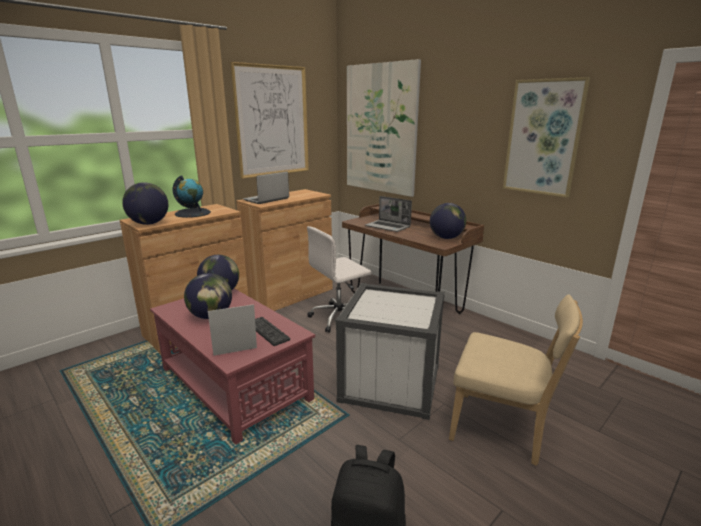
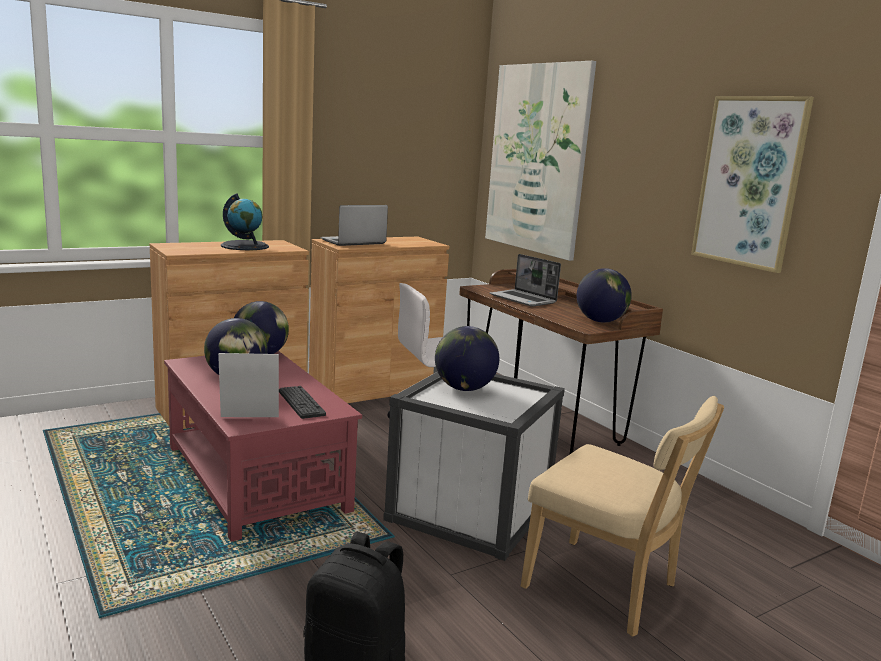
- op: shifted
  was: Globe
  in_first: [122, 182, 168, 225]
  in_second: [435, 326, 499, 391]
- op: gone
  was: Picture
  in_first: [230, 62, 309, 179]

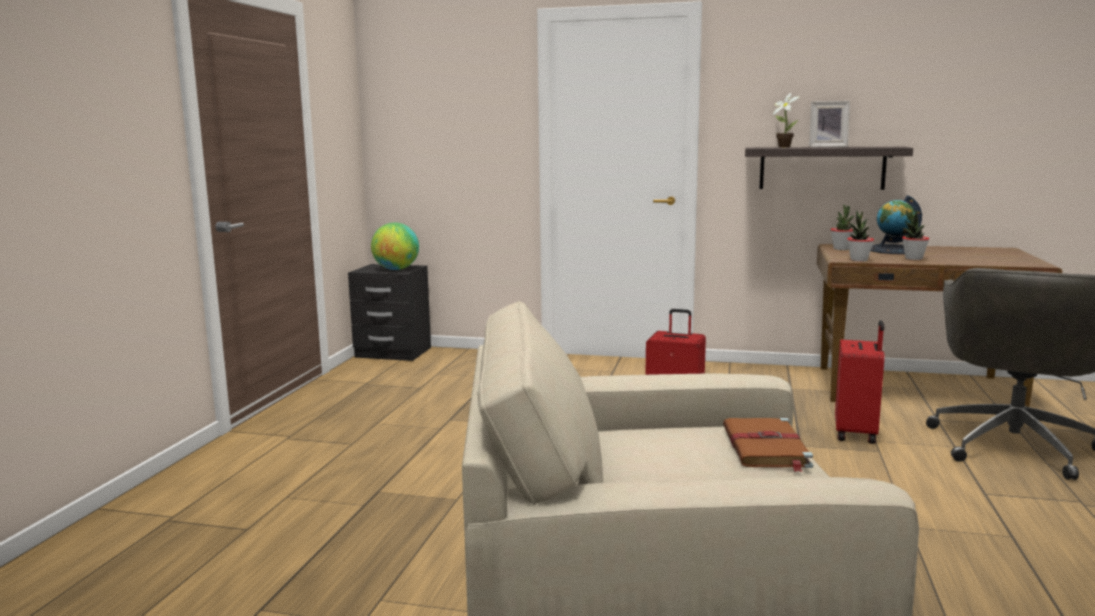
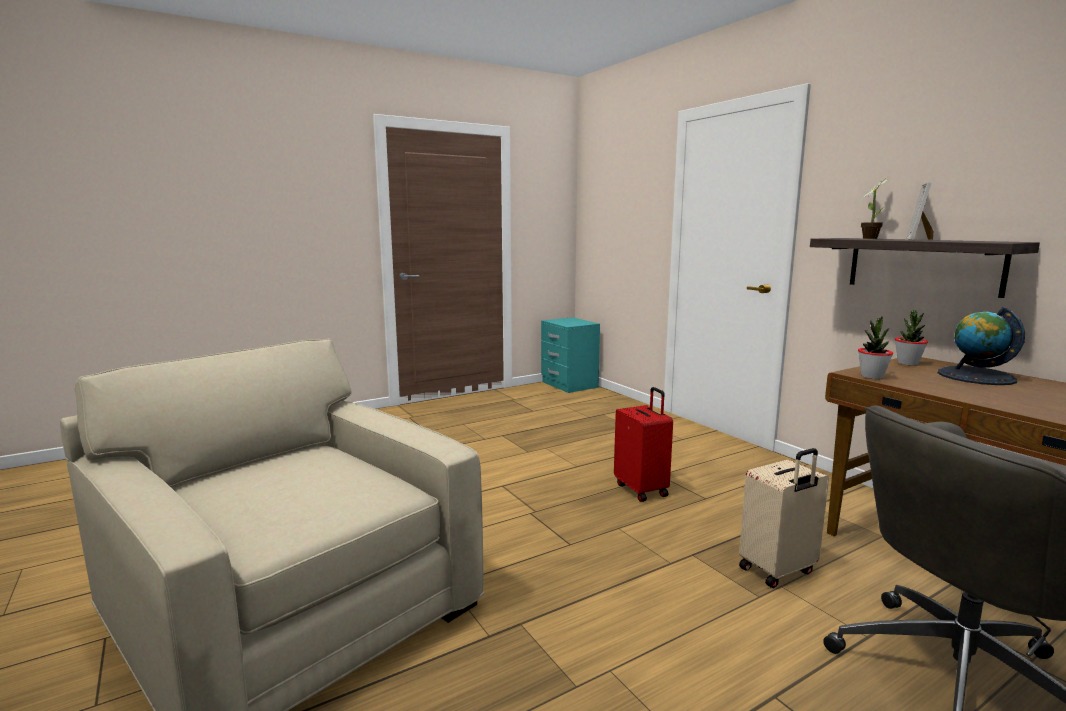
- op: repainted
  was: BlackNightstand
  now: TurquoiseNightstand
  in_first: [348, 264, 431, 361]
  in_second: [541, 317, 600, 393]
- op: gone
  was: Globe
  in_first: [371, 223, 419, 270]
- op: gone
  was: BrownBook
  in_first: [723, 418, 813, 472]
- op: rotated
  was: PictureFrame
  in_first: [809, 101, 850, 147]
  in_second: [906, 182, 934, 240]
  clockwise: 60
- op: repainted
  was: RedSuitcase
  now: BeigeSuitcase
  in_first: [835, 320, 885, 444]
  in_second: [739, 448, 829, 588]
- op: gone
  was: PottedPlant
  in_first: [902, 210, 929, 260]

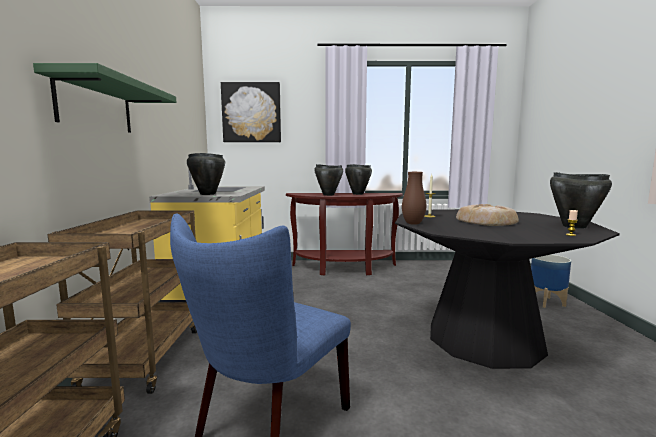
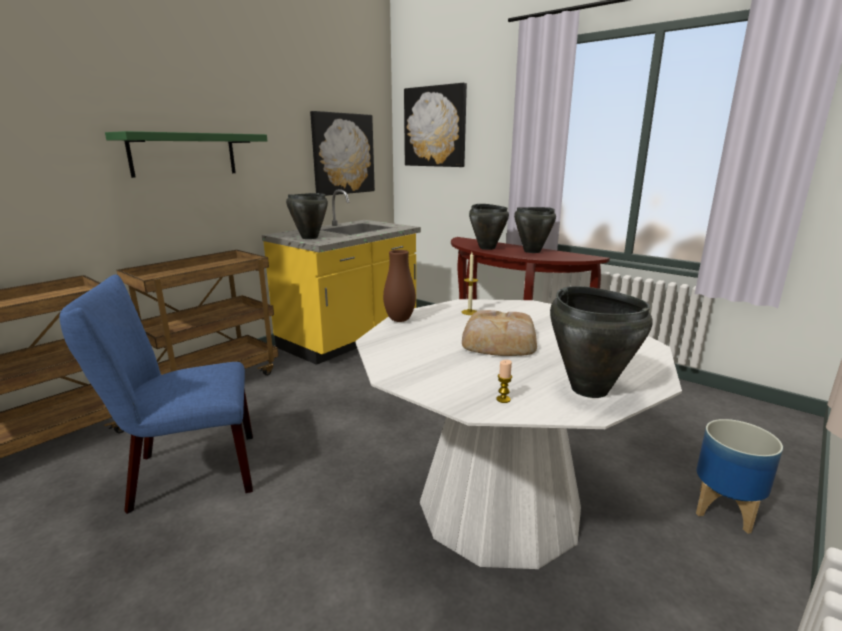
- op: repainted
  was: BlackDiningTable
  now: WhiteDiningTable
  in_first: [395, 209, 620, 369]
  in_second: [355, 299, 682, 569]
- op: new
  now: Picture
  in_second: [310, 111, 375, 196]

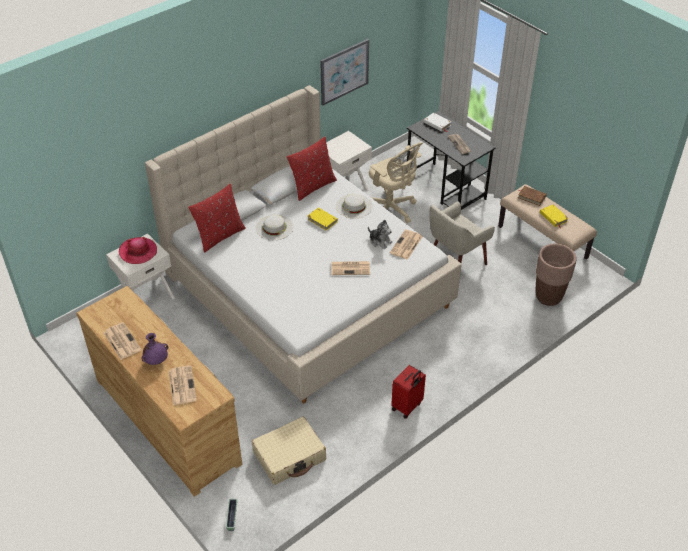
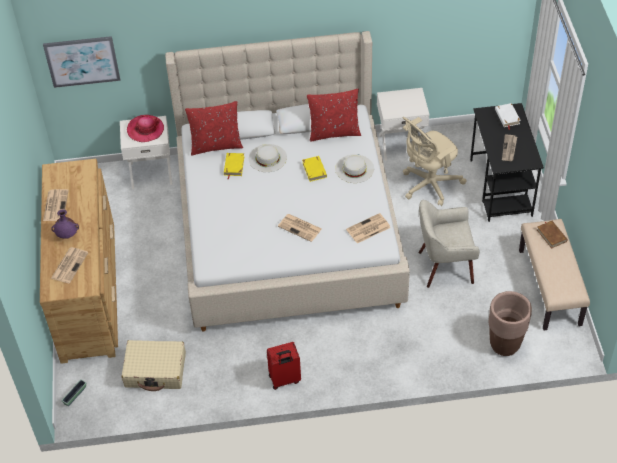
- op: shifted
  was: Picture
  in_first: [320, 39, 369, 106]
  in_second: [43, 36, 120, 88]
- op: gone
  was: PlushToy
  in_first: [368, 219, 392, 249]
- op: rotated
  was: BeigeOfficeChair
  in_first: [369, 142, 423, 223]
  in_second: [402, 117, 467, 206]
  clockwise: 60
- op: shifted
  was: YellowBook
  in_first: [540, 204, 569, 229]
  in_second: [224, 153, 244, 179]

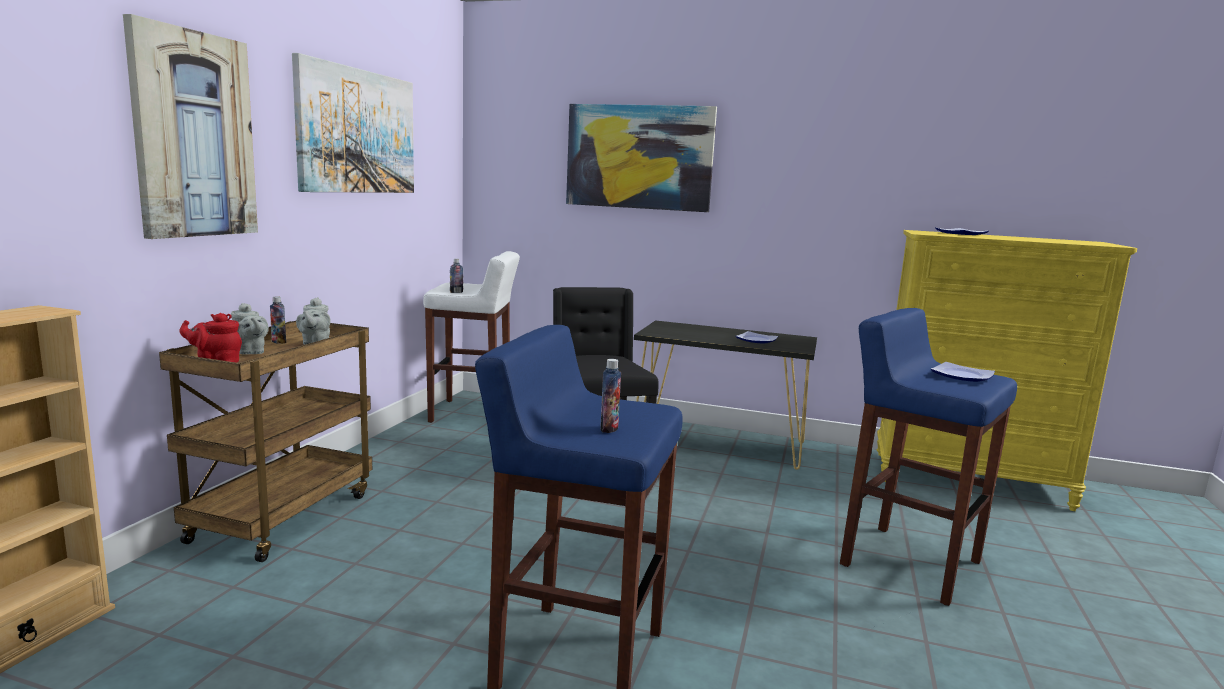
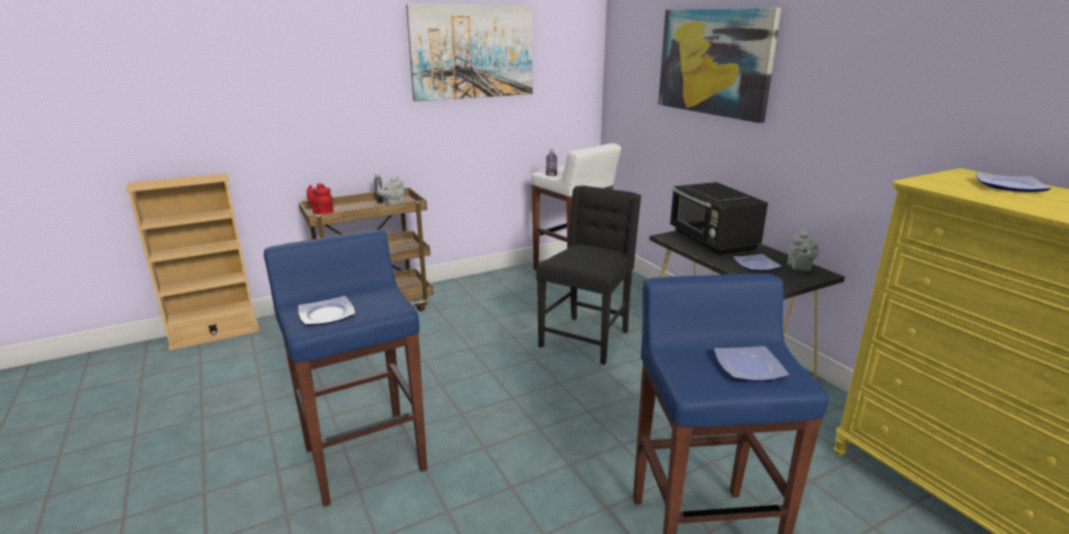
- op: gone
  was: Picture
  in_first: [123, 14, 258, 239]
- op: shifted
  was: GreyTeapot
  in_first: [231, 303, 269, 355]
  in_second: [787, 230, 819, 272]
- op: swapped
  was: Bottle
  now: Plate
  in_first: [600, 359, 621, 433]
  in_second: [298, 296, 355, 326]
- op: new
  now: BlackMicrowave
  in_second: [670, 182, 768, 255]

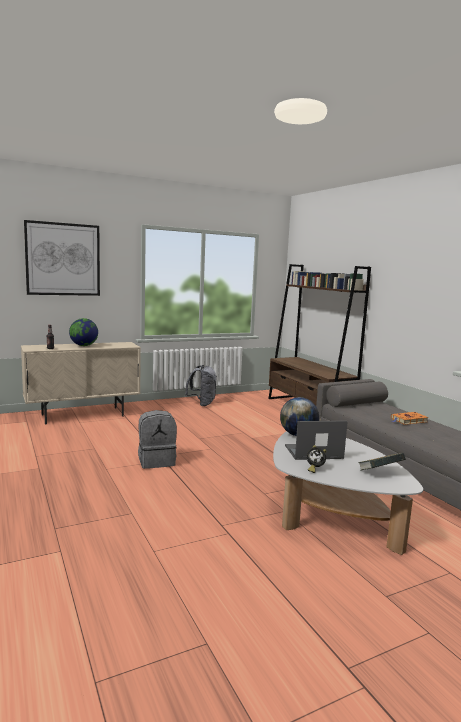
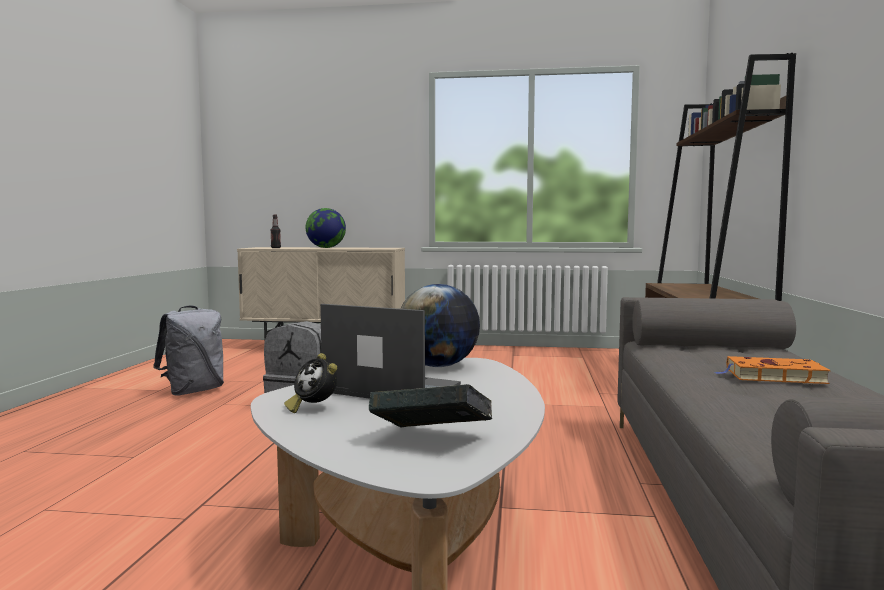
- op: gone
  was: Picture
  in_first: [24, 220, 100, 296]
- op: shifted
  was: GreyBackpack
  in_first: [185, 365, 217, 406]
  in_second: [153, 306, 224, 396]

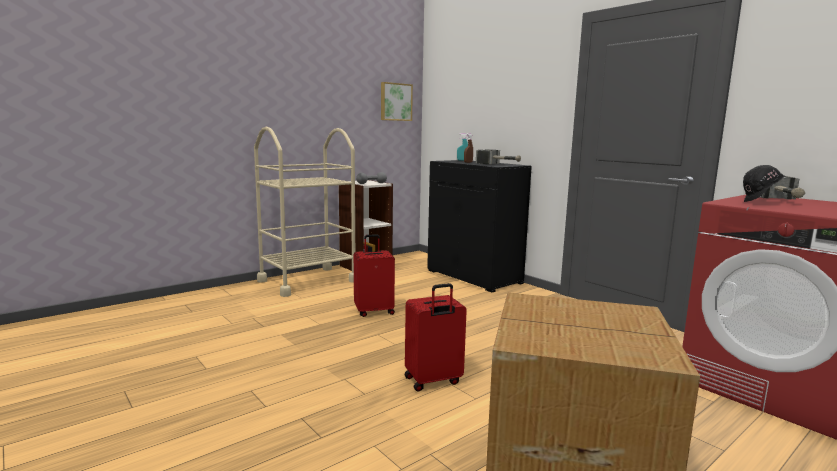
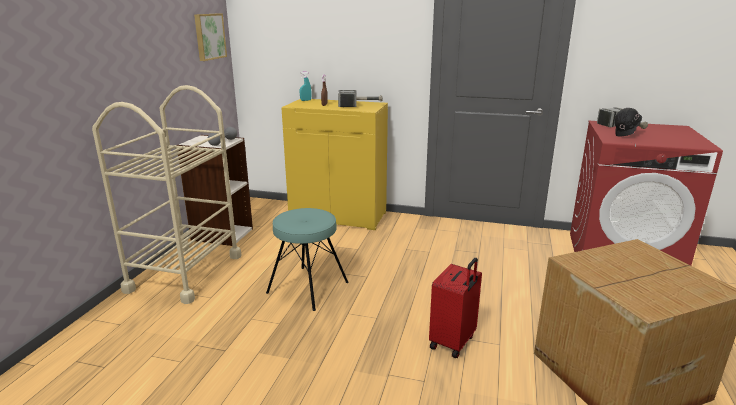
- op: swapped
  was: RedSuitcase
  now: TurquoiseStool
  in_first: [354, 234, 395, 317]
  in_second: [266, 208, 349, 311]
- op: repainted
  was: BlackCabinet
  now: YellowCabinet
  in_first: [427, 160, 532, 292]
  in_second: [282, 99, 388, 230]

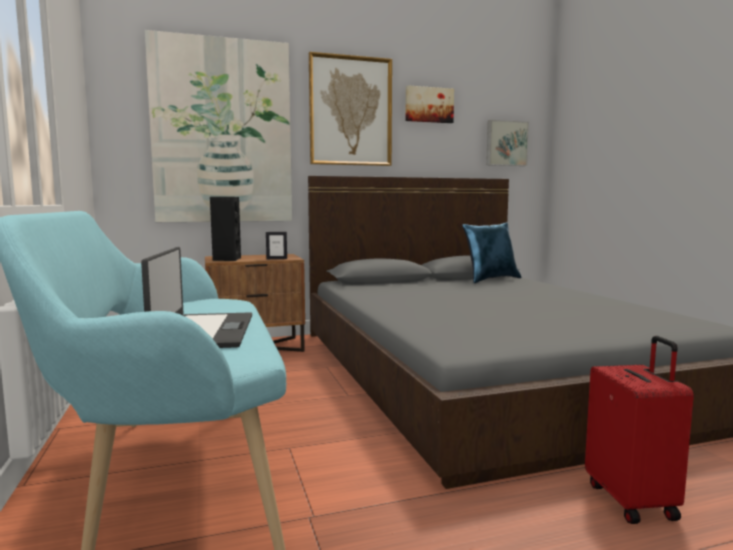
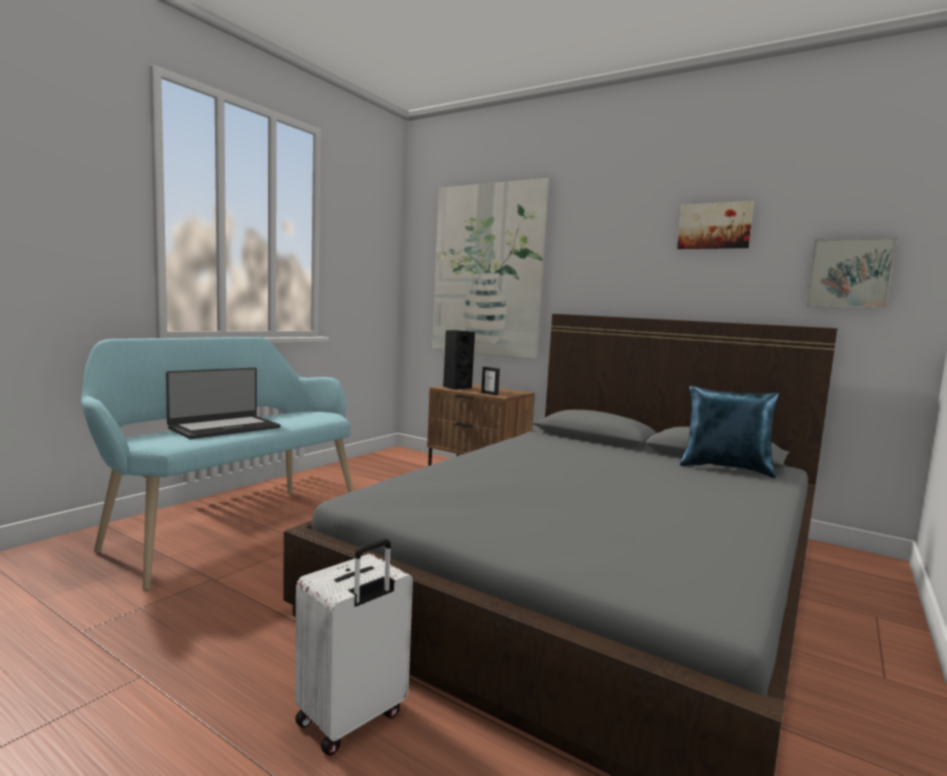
- op: gone
  was: Picture
  in_first: [309, 52, 392, 166]
- op: repainted
  was: RedSuitcase
  now: WhiteSuitcase
  in_first: [585, 336, 694, 524]
  in_second: [295, 539, 413, 756]

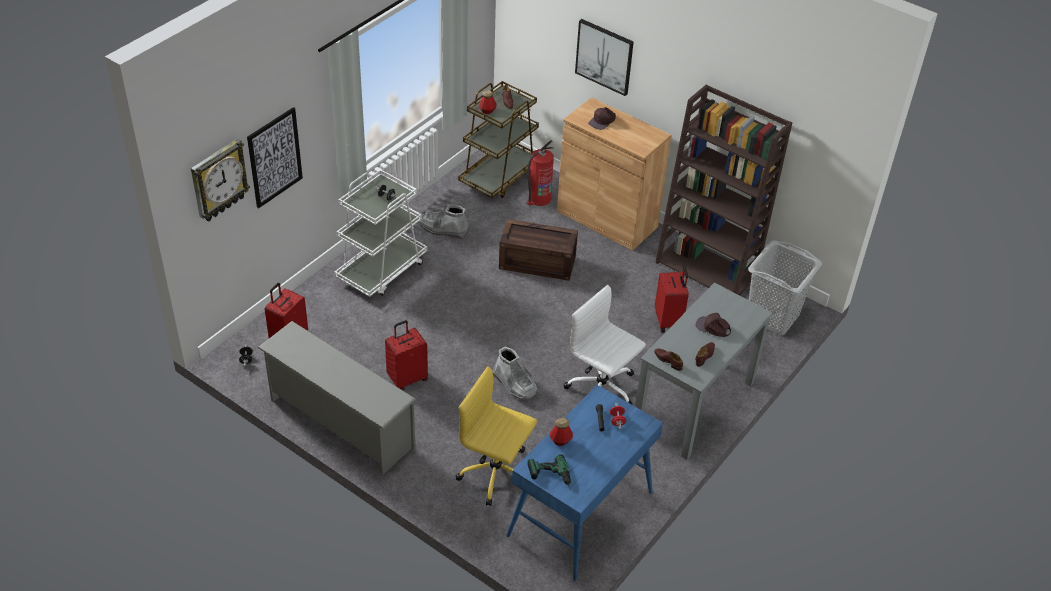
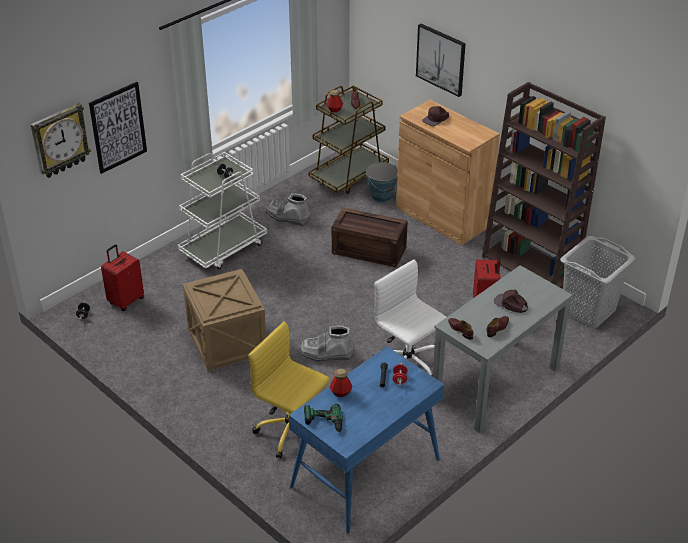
- op: gone
  was: GreyShoeRack
  in_first: [258, 321, 417, 475]
- op: swapped
  was: RedSuitcase
  now: Crate
  in_first: [385, 320, 428, 390]
  in_second: [183, 269, 266, 370]
- op: rotated
  was: GreyBoot
  in_first: [493, 347, 538, 401]
  in_second: [301, 325, 353, 361]
  clockwise: 120
- op: swapped
  was: FireExtinguisher
  now: Bucket
  in_first: [527, 140, 554, 206]
  in_second: [366, 162, 398, 203]

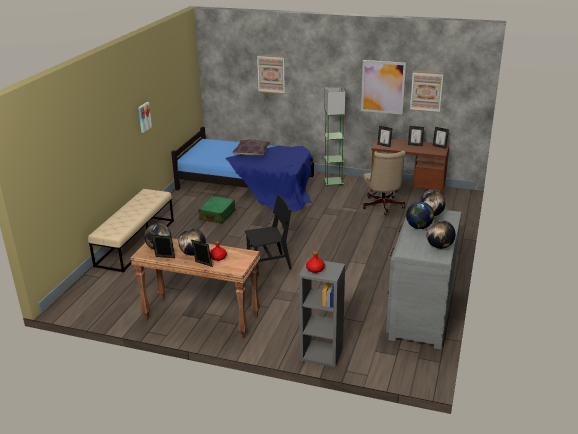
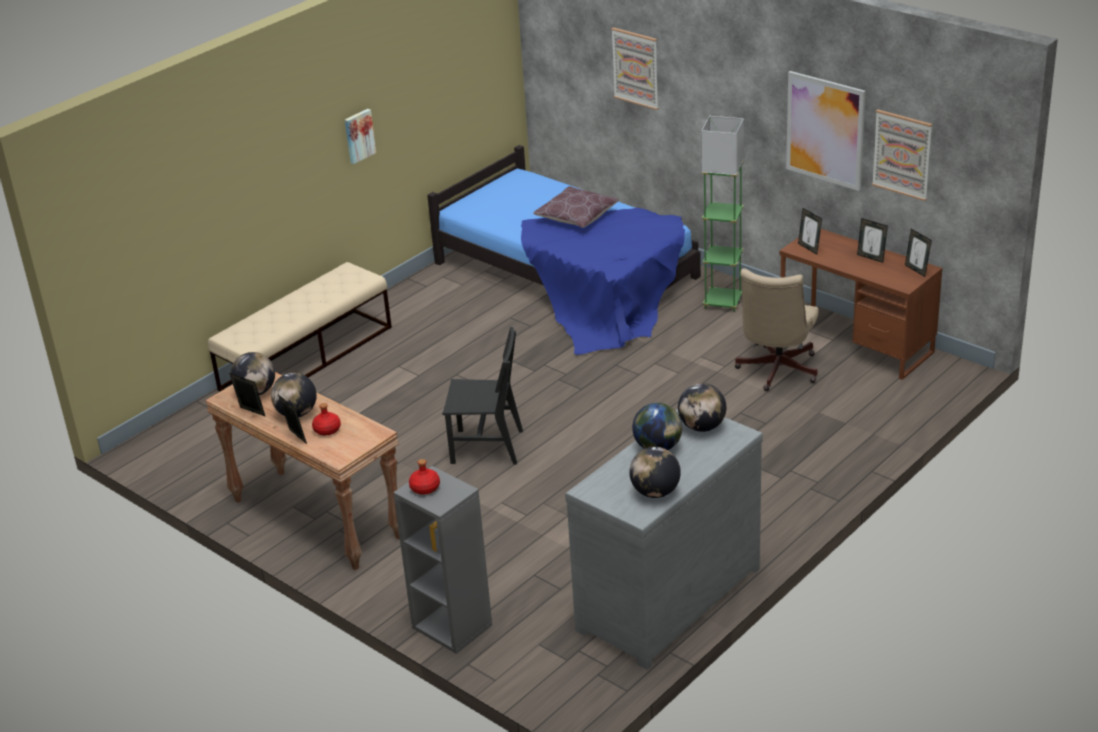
- op: gone
  was: GreenSuitcase
  in_first: [199, 196, 235, 224]

